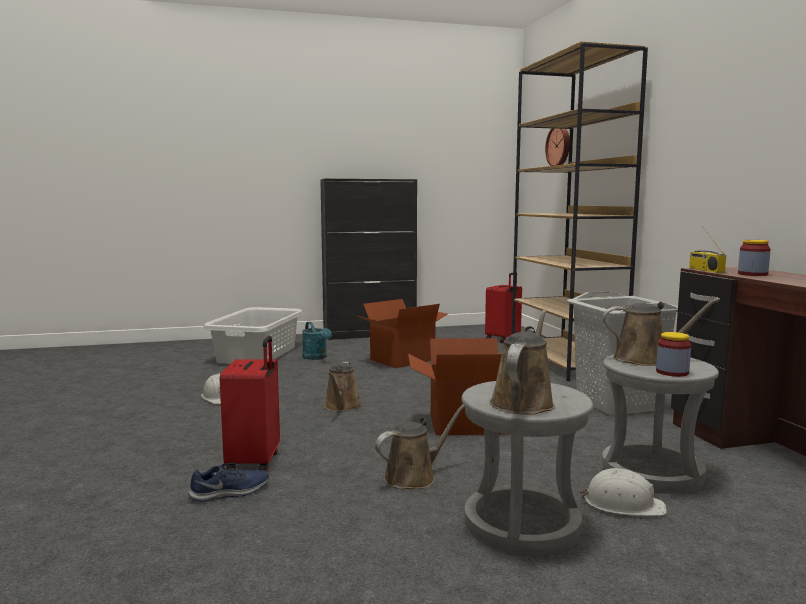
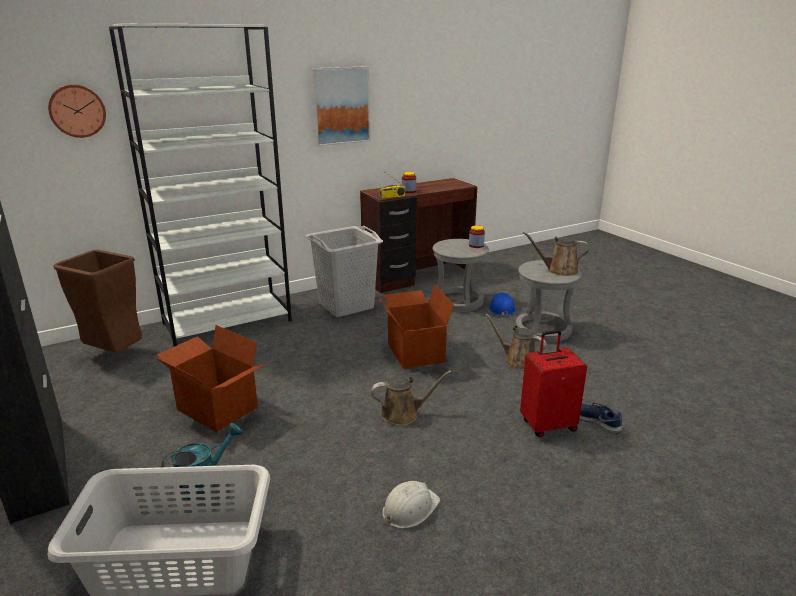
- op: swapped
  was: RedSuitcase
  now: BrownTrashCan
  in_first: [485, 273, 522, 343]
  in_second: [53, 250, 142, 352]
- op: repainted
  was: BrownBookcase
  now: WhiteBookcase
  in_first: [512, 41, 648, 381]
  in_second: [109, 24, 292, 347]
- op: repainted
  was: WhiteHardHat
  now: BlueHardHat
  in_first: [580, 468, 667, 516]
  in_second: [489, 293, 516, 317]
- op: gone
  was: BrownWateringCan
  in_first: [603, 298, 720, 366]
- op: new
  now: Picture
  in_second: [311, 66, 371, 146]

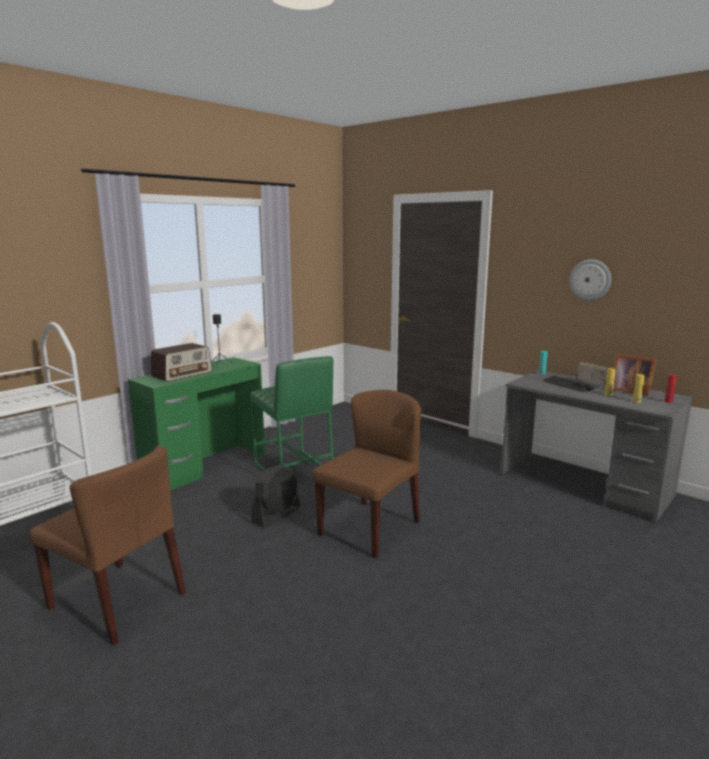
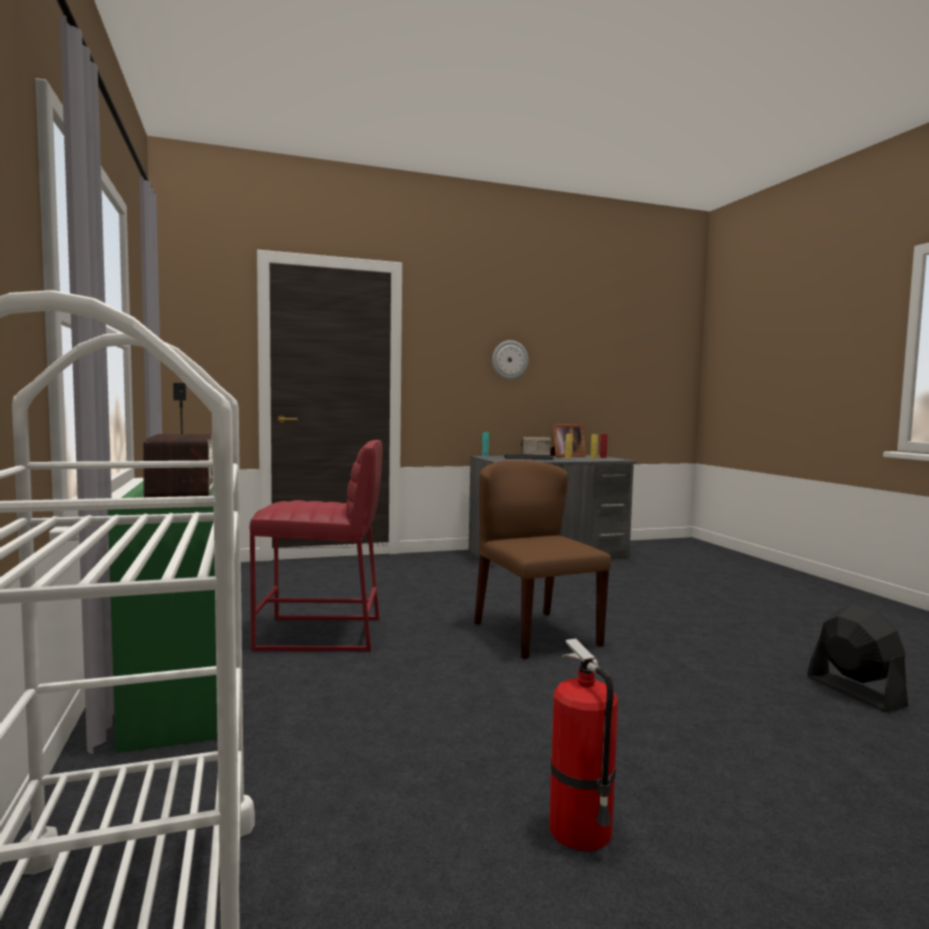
- op: swapped
  was: BrownChair
  now: FireExtinguisher
  in_first: [30, 446, 186, 646]
  in_second: [549, 638, 618, 851]
- op: repainted
  was: GreenStool
  now: RedStool
  in_first: [250, 356, 334, 471]
  in_second: [250, 440, 383, 651]
- op: shifted
  was: BlackFan
  in_first: [251, 465, 300, 528]
  in_second: [807, 604, 908, 712]

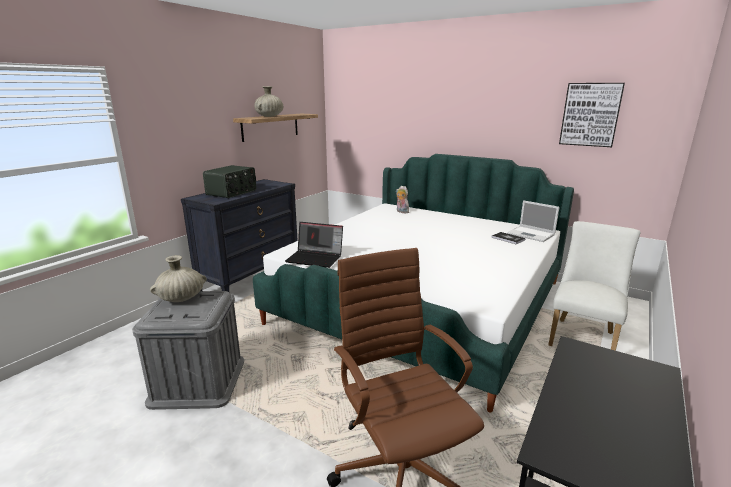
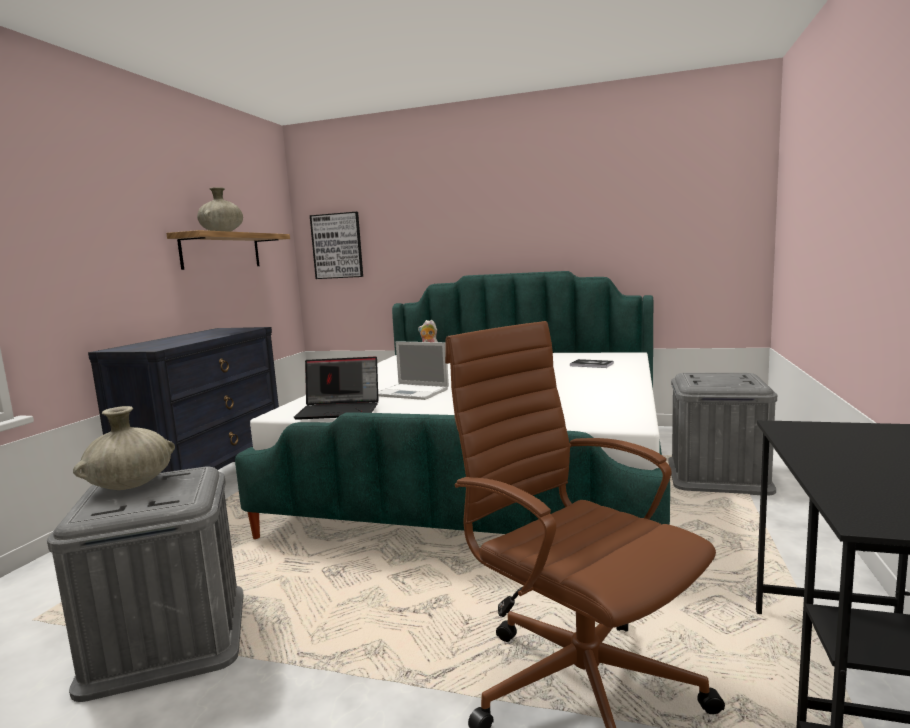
- op: gone
  was: Radio
  in_first: [203, 165, 256, 198]
- op: shifted
  was: Laptop
  in_first: [508, 200, 560, 242]
  in_second: [378, 341, 449, 400]
- op: swapped
  was: WhiteChair
  now: GreyStorageBox
  in_first: [548, 221, 641, 351]
  in_second: [668, 373, 777, 496]
- op: shifted
  was: Picture
  in_first: [559, 83, 625, 147]
  in_second: [310, 212, 363, 279]

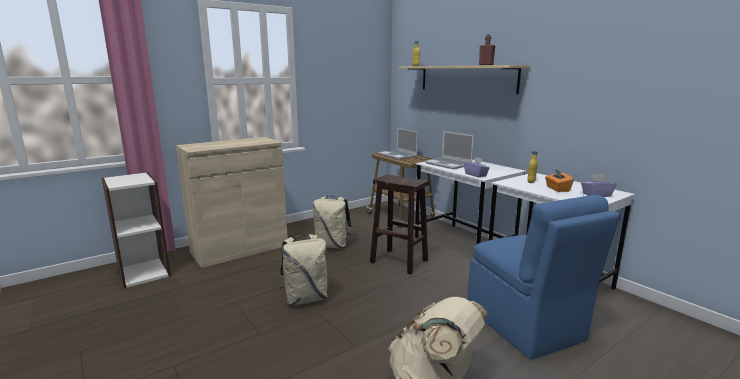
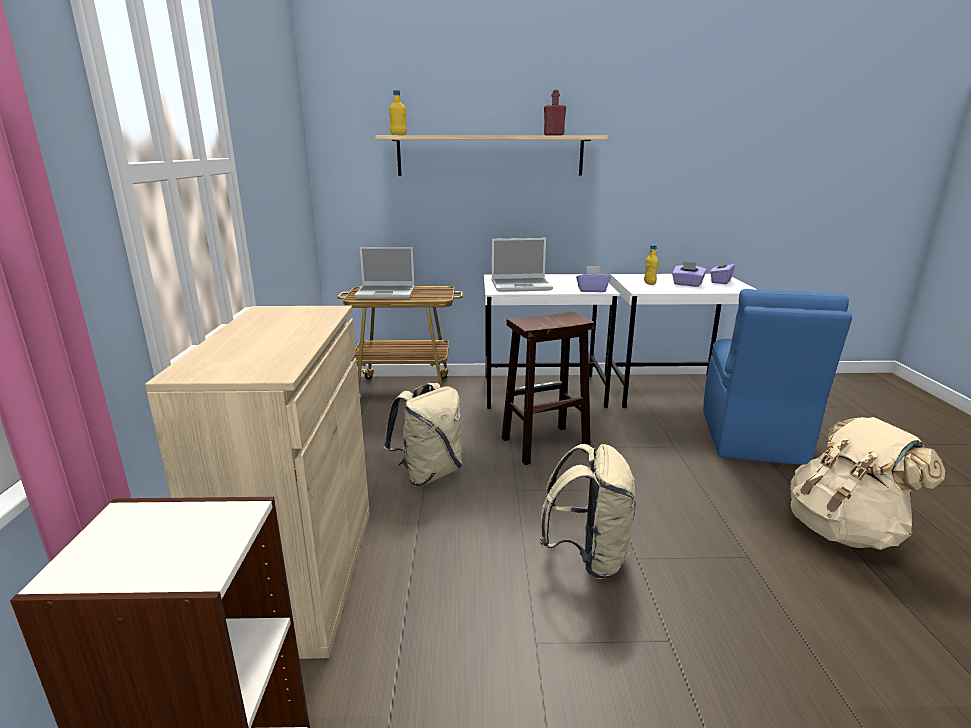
- op: rotated
  was: BlueChair
  in_first: [468, 195, 620, 360]
  in_second: [703, 289, 852, 465]
  clockwise: 90
- op: repainted
  was: OrangeTissueBox
  now: PurpleTissueBox
  in_first: [545, 169, 574, 192]
  in_second: [672, 261, 707, 287]

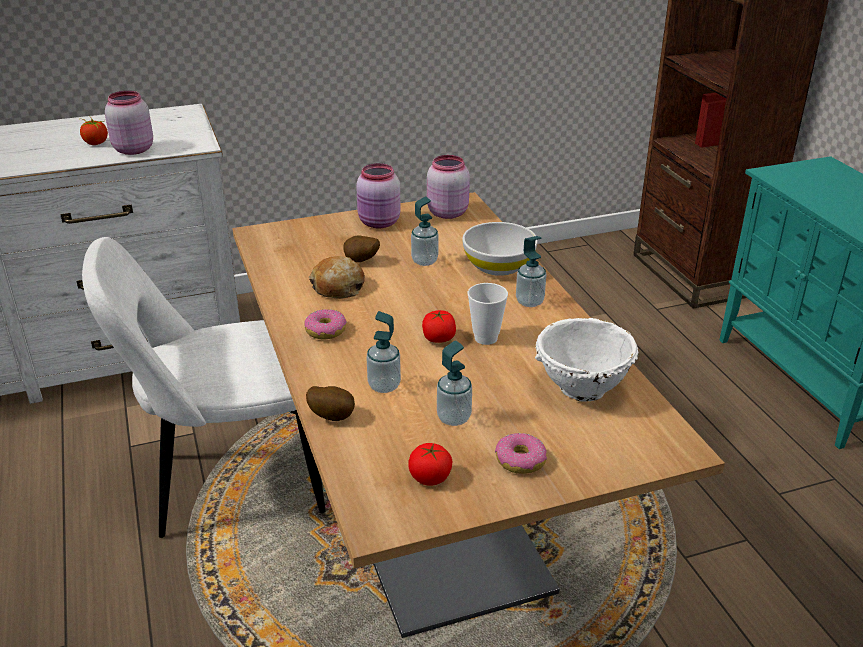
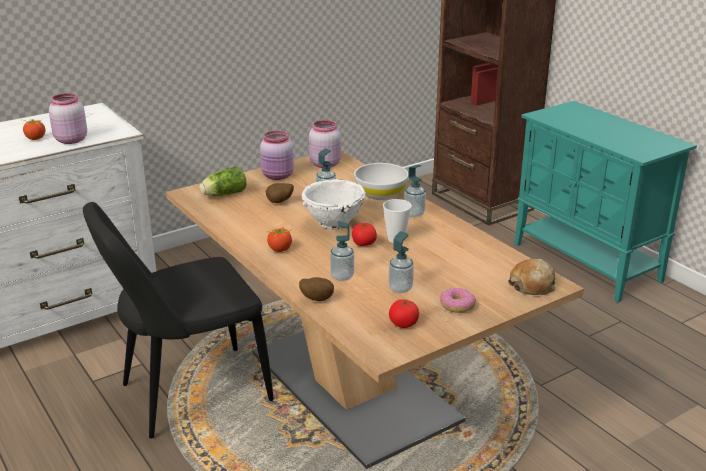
- op: repainted
  was: WhiteChair
  now: BlackChair
  in_first: [82, 237, 326, 538]
  in_second: [83, 202, 274, 439]
- op: swapped
  was: Donut
  now: Tomato
  in_first: [304, 309, 347, 339]
  in_second: [267, 228, 293, 252]
- op: shifted
  was: Bread
  in_first: [309, 256, 365, 299]
  in_second: [508, 259, 556, 295]
- op: shifted
  was: WhiteBowl
  in_first: [535, 318, 639, 401]
  in_second: [301, 179, 366, 230]
- op: new
  now: Lettuce
  in_second: [199, 167, 247, 196]

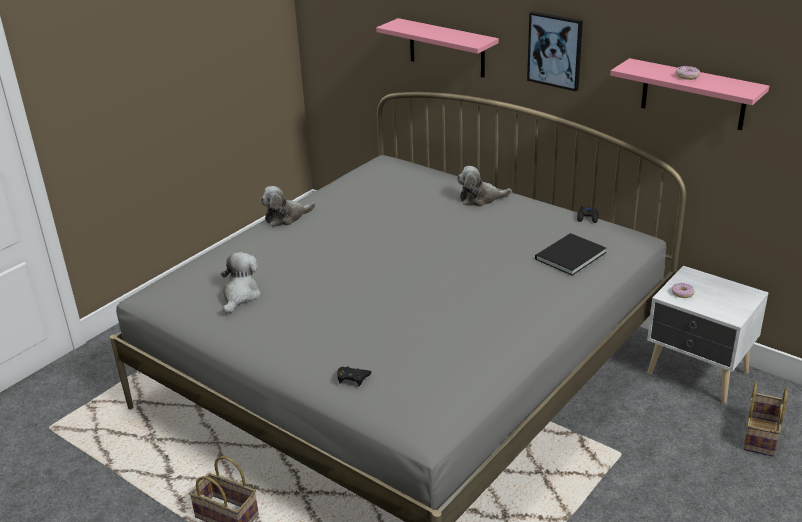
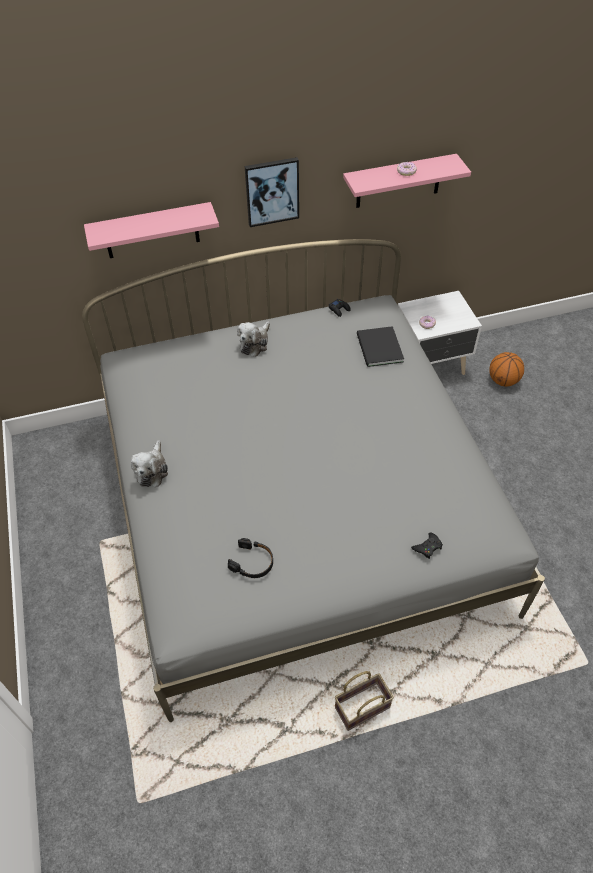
- op: swapped
  was: PlushToy
  now: BlackHeadphones
  in_first: [221, 252, 261, 314]
  in_second: [228, 538, 273, 578]
- op: swapped
  was: Basket
  now: Basketball
  in_first: [743, 382, 788, 456]
  in_second: [489, 352, 524, 386]

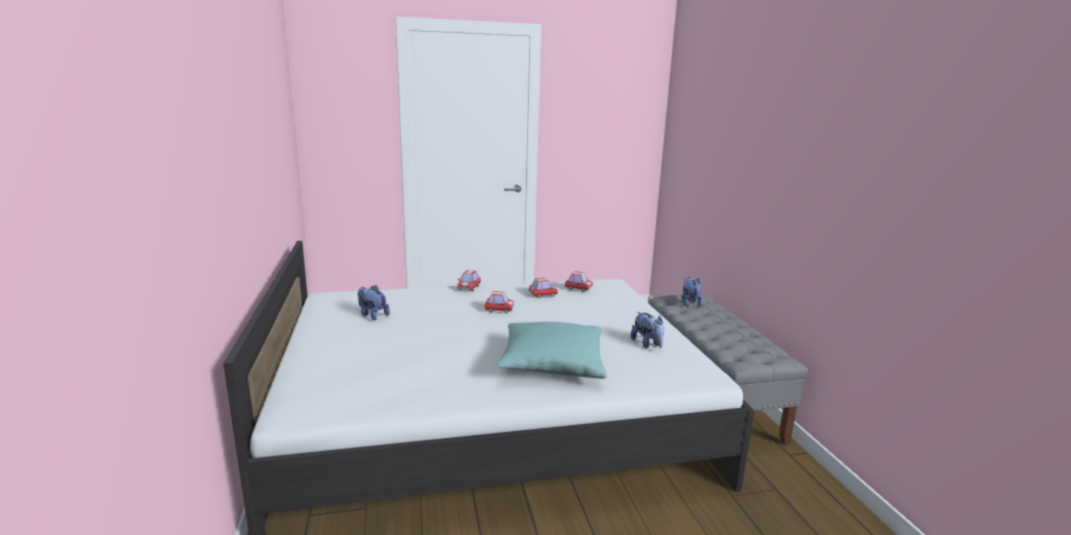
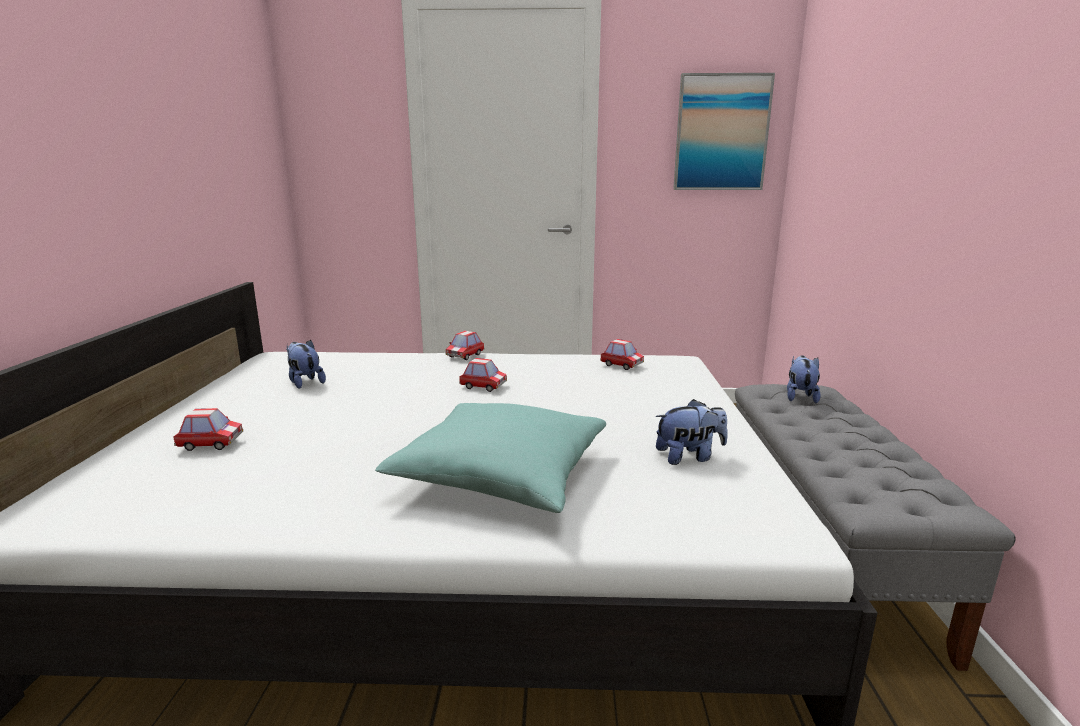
- op: shifted
  was: ToyCar
  in_first: [529, 278, 558, 298]
  in_second: [173, 408, 243, 451]
- op: rotated
  was: PlushToy
  in_first: [630, 312, 665, 348]
  in_second: [656, 399, 728, 465]
  clockwise: -90
- op: new
  now: Picture
  in_second: [673, 73, 775, 190]

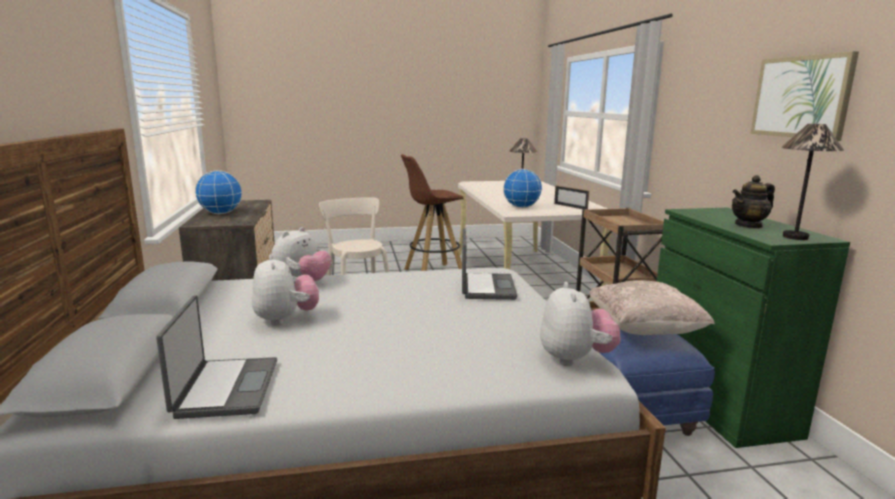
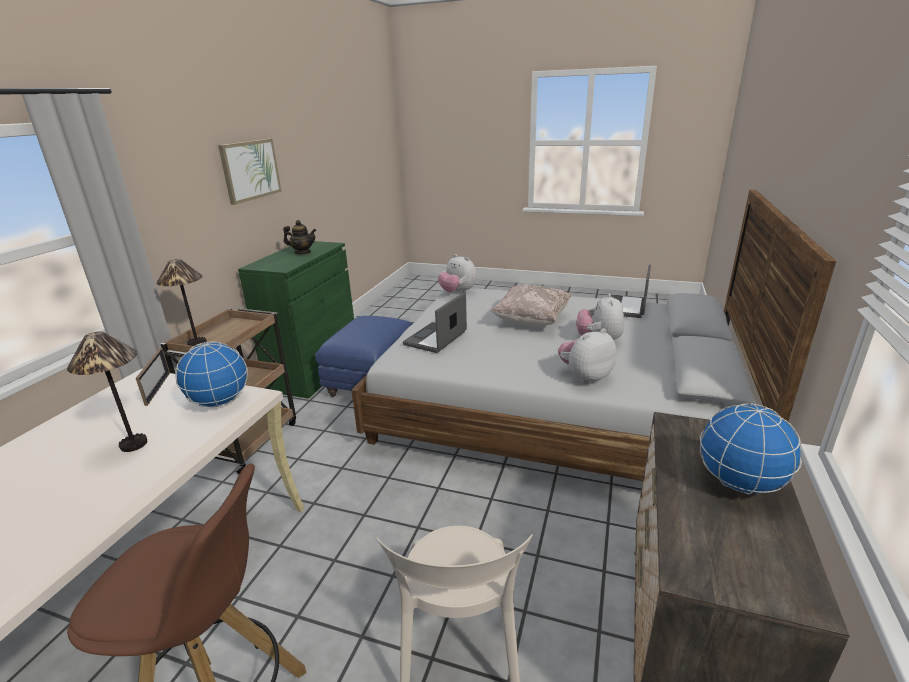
- op: rotated
  was: PlushToy
  in_first: [540, 282, 620, 366]
  in_second: [438, 254, 477, 293]
  clockwise: -75
- op: shifted
  was: BeigePillow
  in_first: [589, 280, 715, 335]
  in_second: [491, 285, 571, 326]
- op: shifted
  was: TableLamp
  in_first: [781, 124, 844, 240]
  in_second: [157, 259, 206, 346]

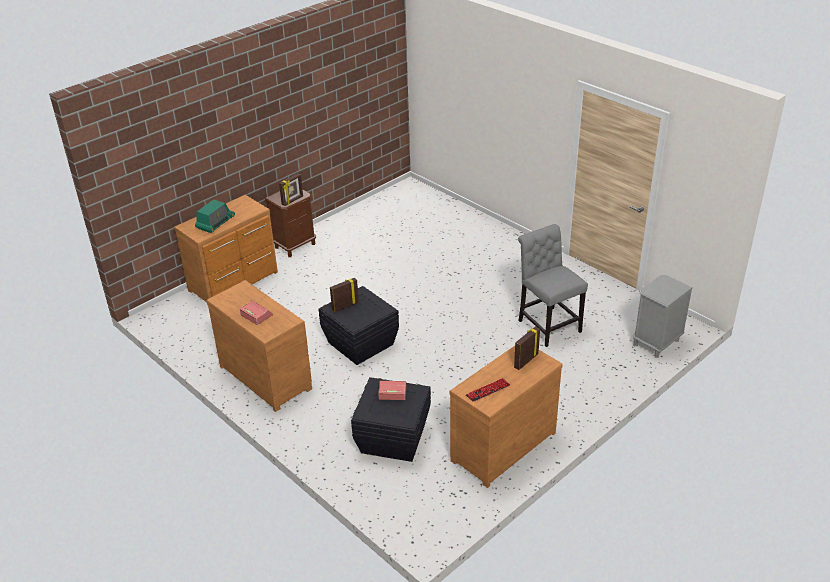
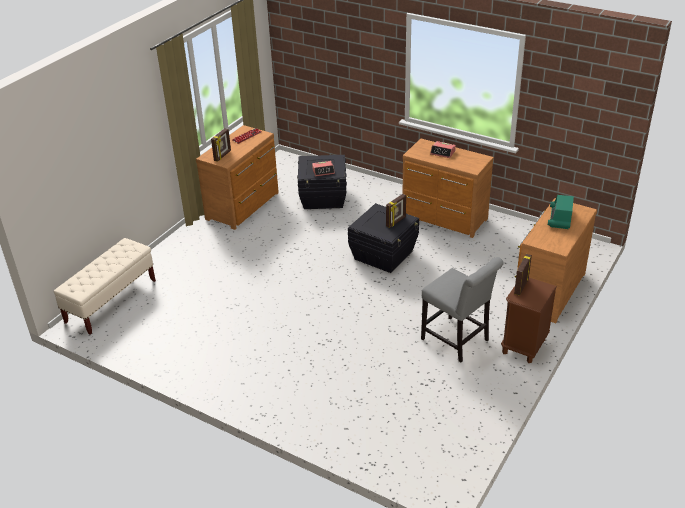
- op: shifted
  was: GreyChair
  in_first: [518, 224, 588, 347]
  in_second: [421, 257, 504, 362]
- op: swapped
  was: GreyNightstand
  now: BeigeBench
  in_first: [633, 275, 693, 358]
  in_second: [53, 238, 156, 335]

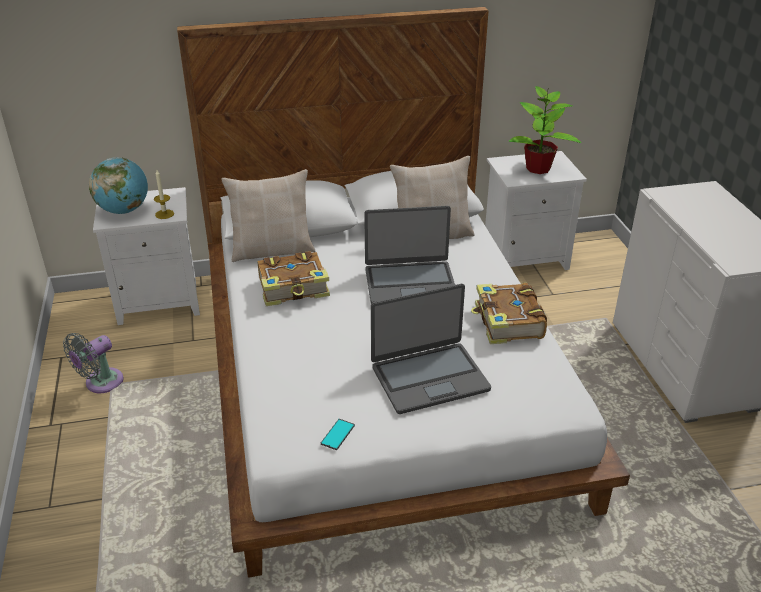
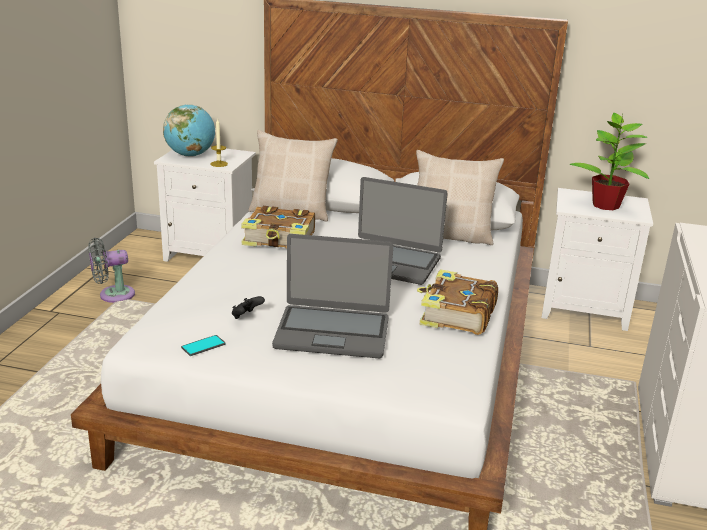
- op: new
  now: BlackGameController
  in_second: [232, 296, 265, 319]

